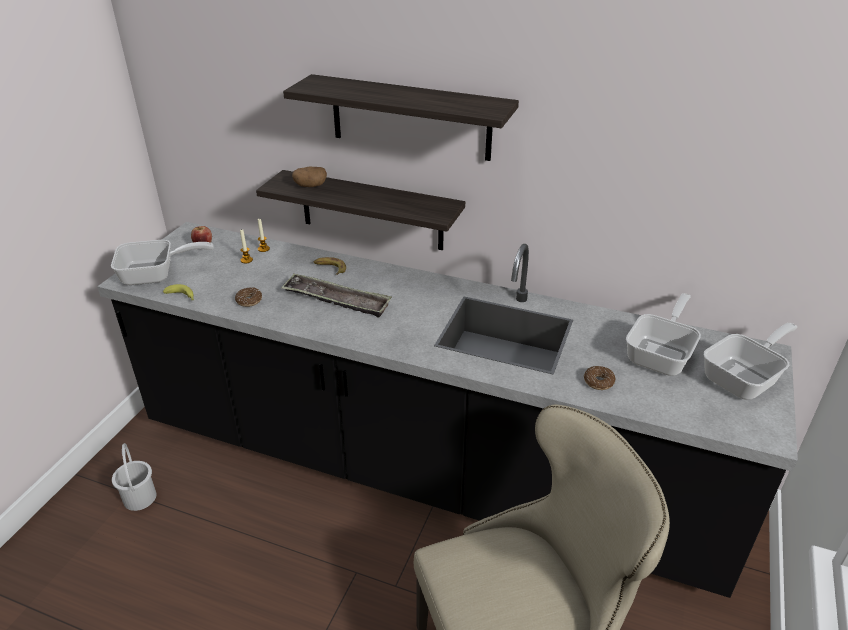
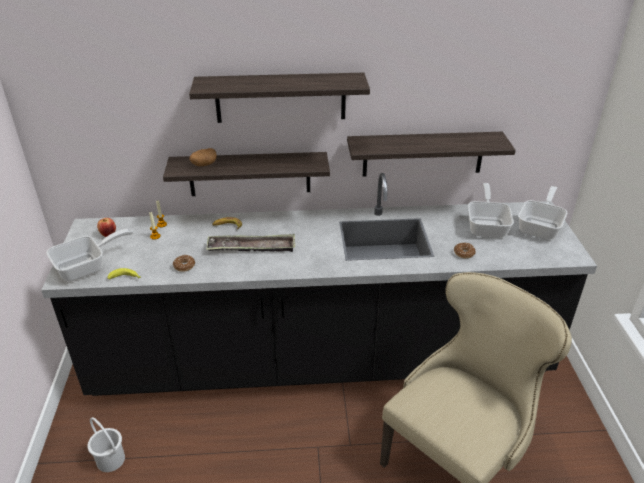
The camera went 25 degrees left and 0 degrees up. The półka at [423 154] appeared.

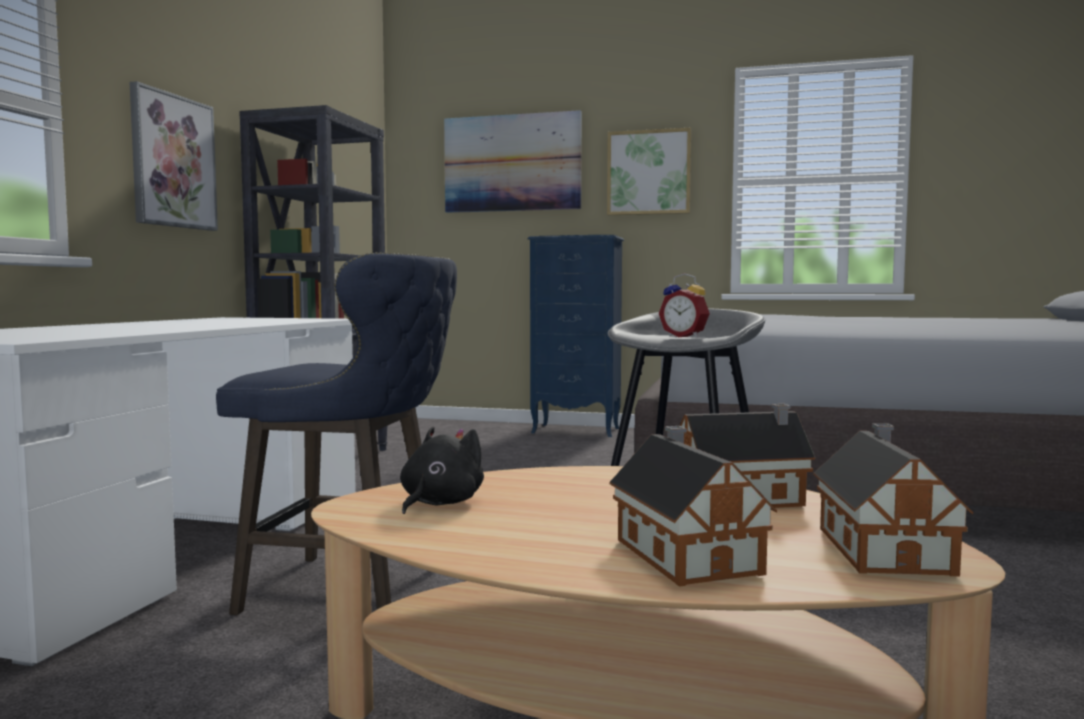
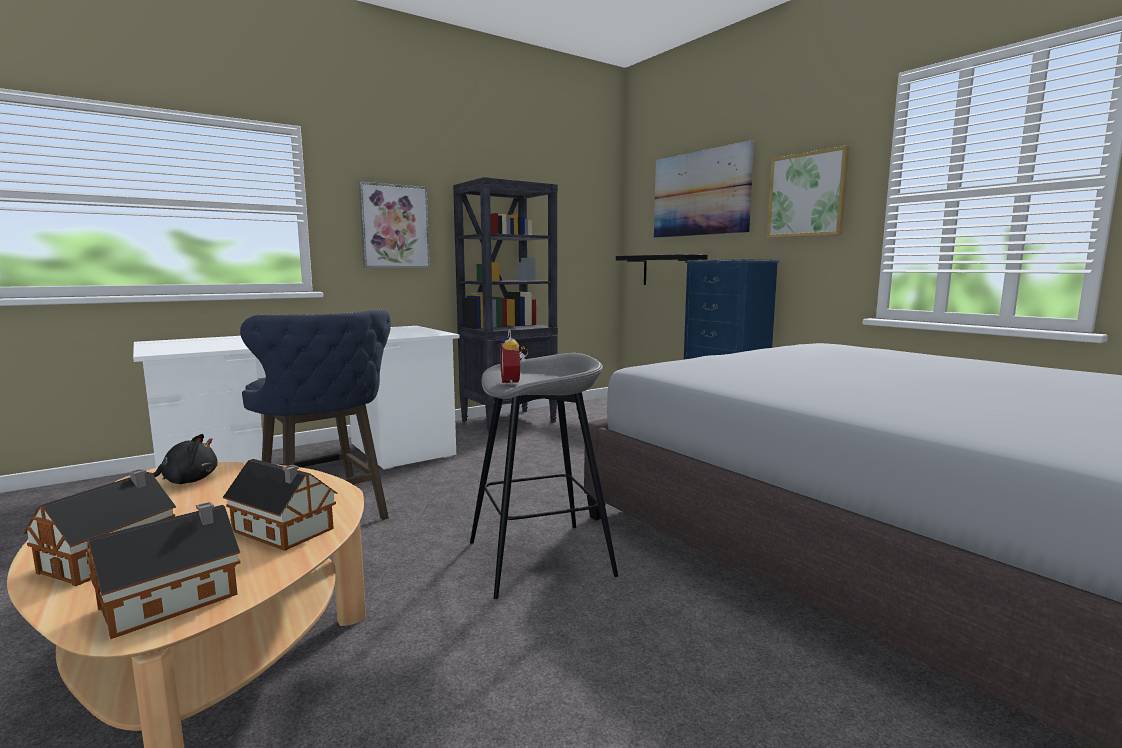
The camera went 40 degrees right and 5 degrees up. The półka/czarny at [670 270] appeared.

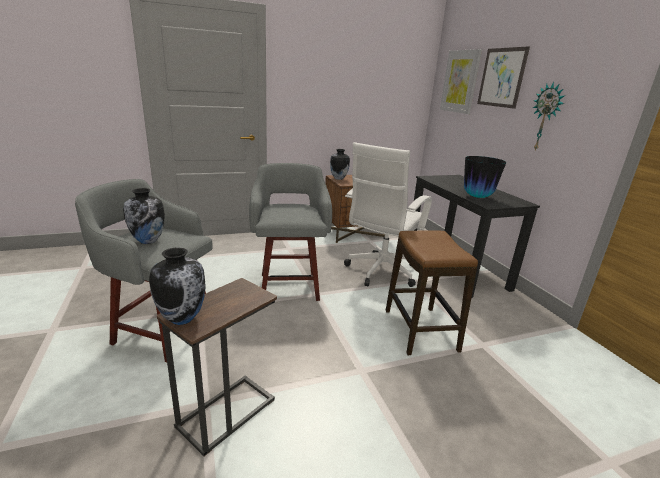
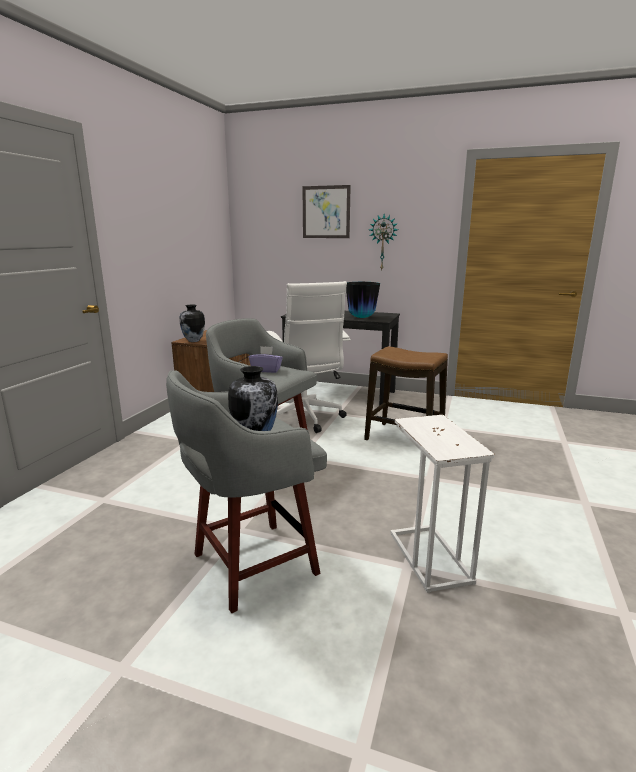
The camera went 50 degrees left and 5 degrees down. The pudełko chusteczek/fioletowy at [266 370] appeared. The stolik/brązowy at [226 414] became the stolik/biały at [430 557]. The wazon at [183 318] disappeared. The obraz at [460 81] disappeared.

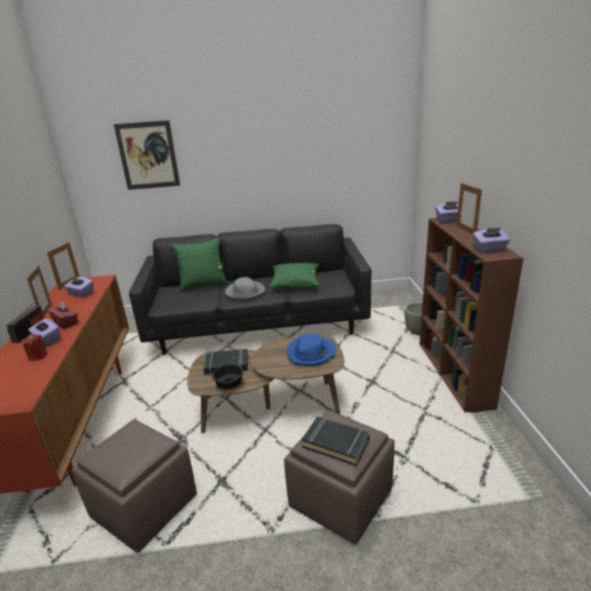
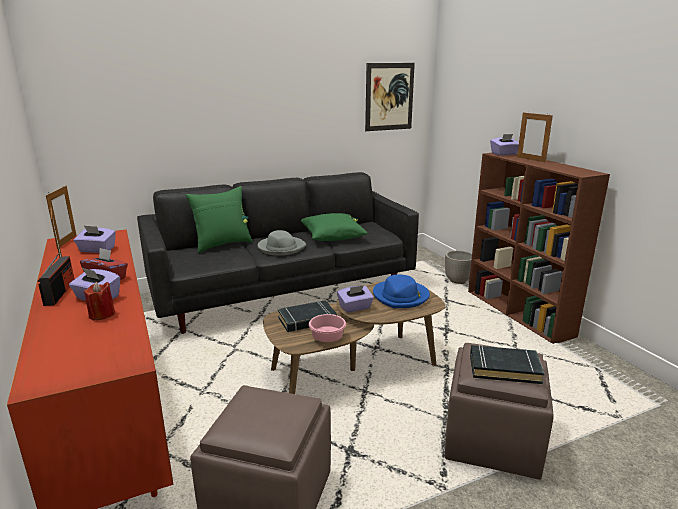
The camera went 20 degrees left and 5 degrees down. The miska/czarny at [230 384] became the miska/różowy at [328 338]. The pudełko chusteczek/fioletowy moved from [489 249] to [355 307]. The obraz moved from [148 155] to [389 97].

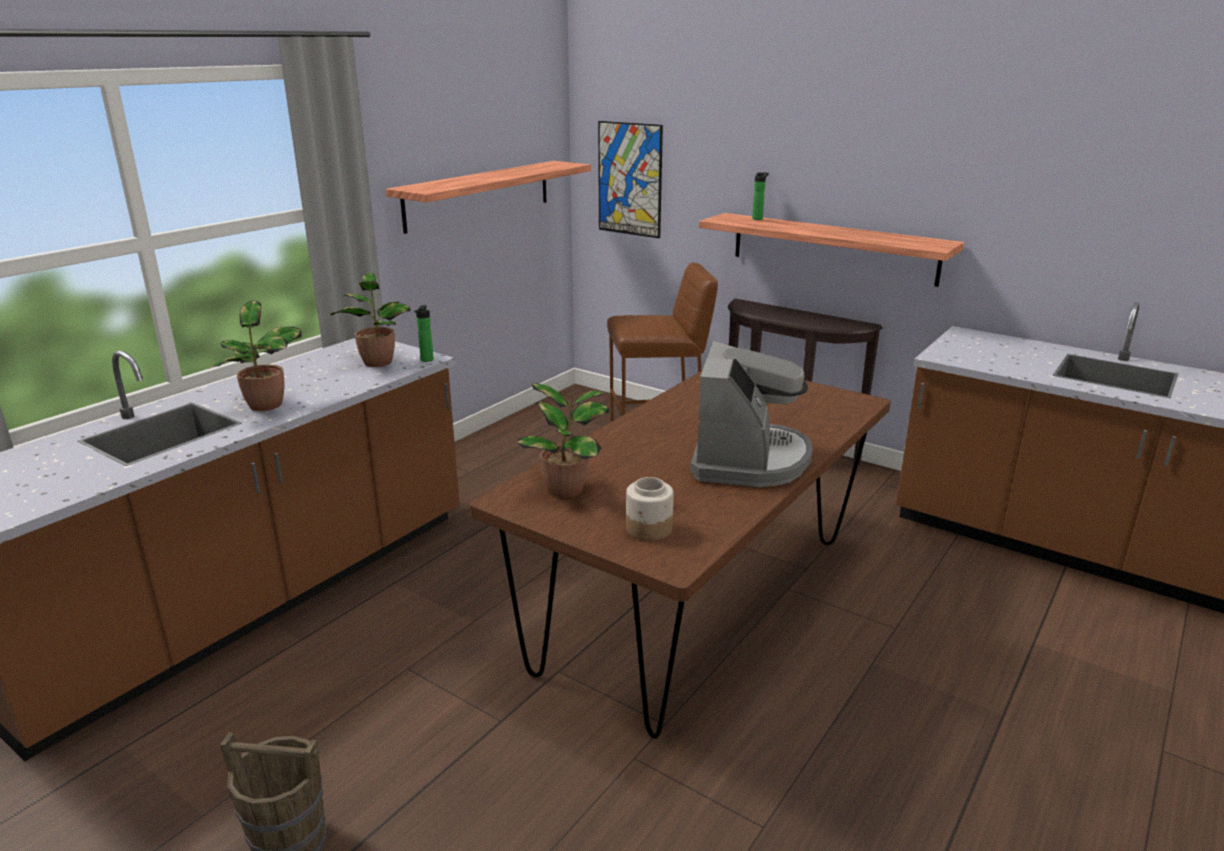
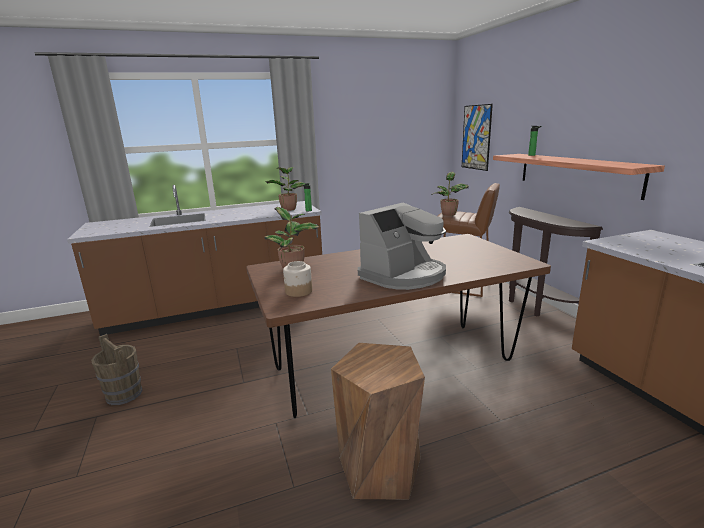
The camera went 35 degrees right and 5 degrees down. The stołek/brązowy at [380 468] appeared. The roślina doniczkowa moved from [266 406] to [449 214]. The półka at [479 195] disappeared.

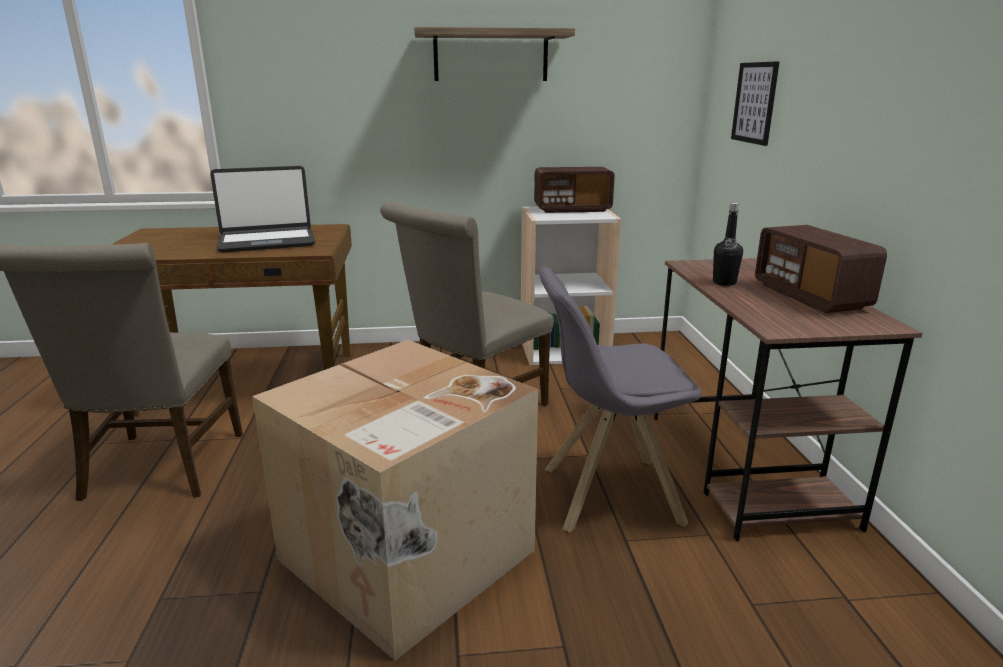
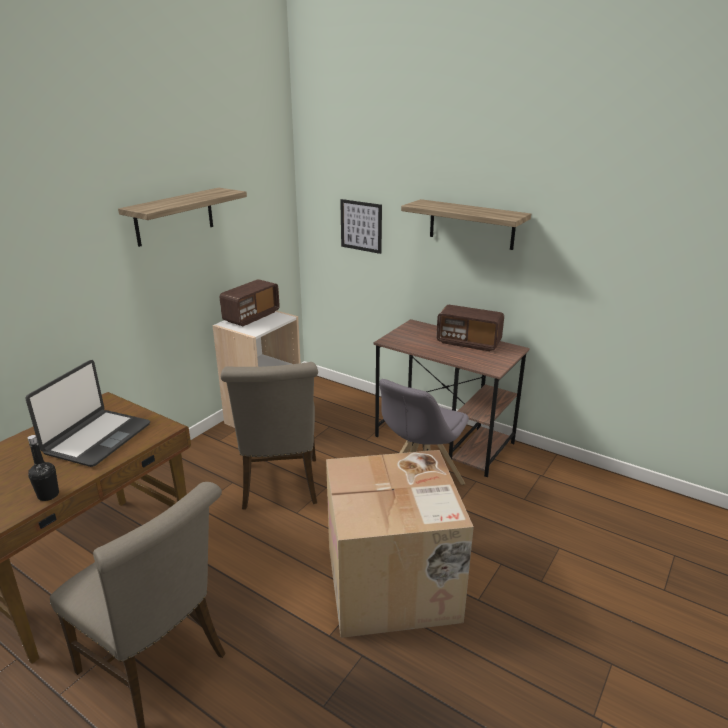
The camera went 50 degrees left and 5 degrees up. The butelka/czarny moved from [724 283] to [48 495]. The półka at [471 224] appeared.

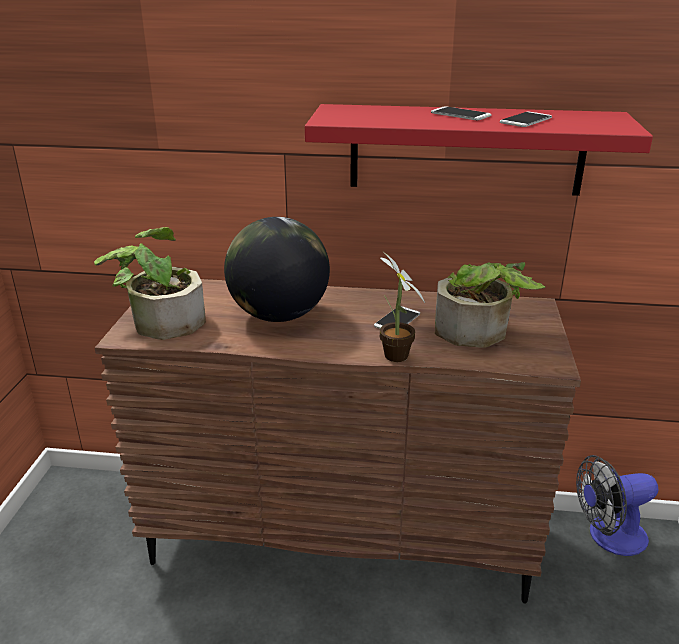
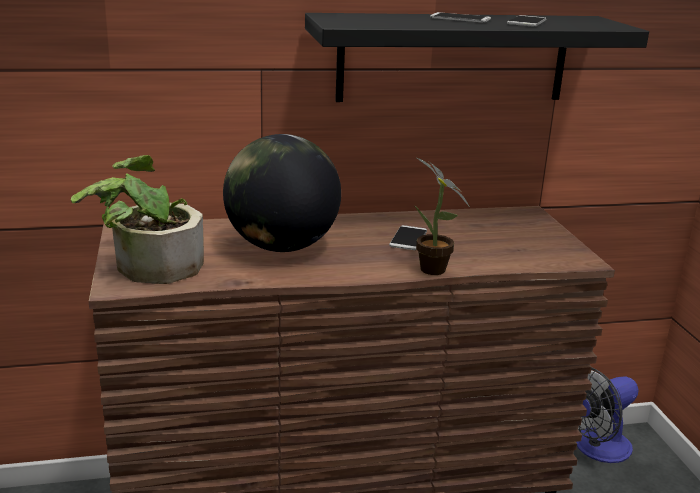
The camera went 20 degrees left and 5 degrees down. The półka/czerwony at [466 150] became the półka/czarny at [453 58]. The roślina doniczkowa at [478 333] disappeared.

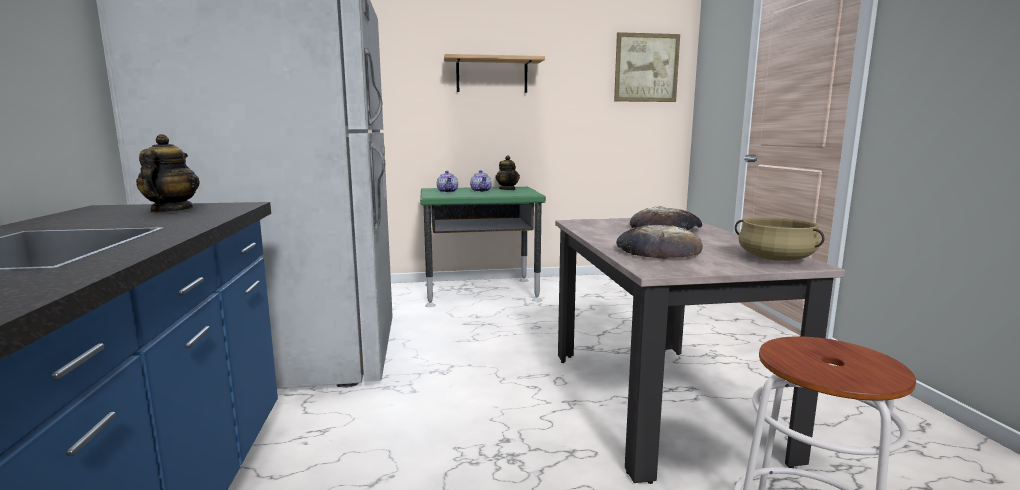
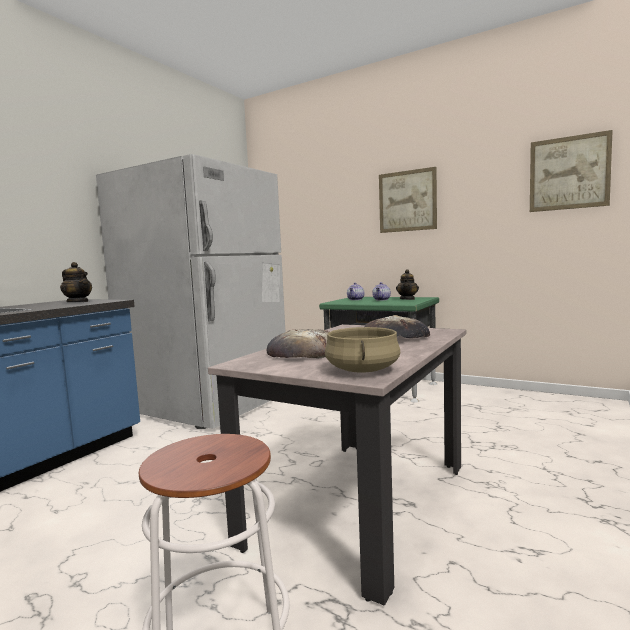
The camera went 40 degrees right and 5 degrees down. The imbryk at [171 210] turned 90 degrees clockwise. The półka at [492 75] was replaced by the obraz at [407 201].

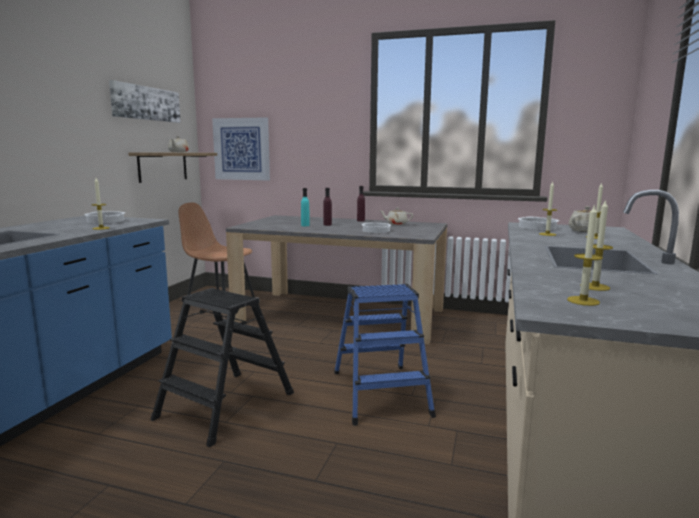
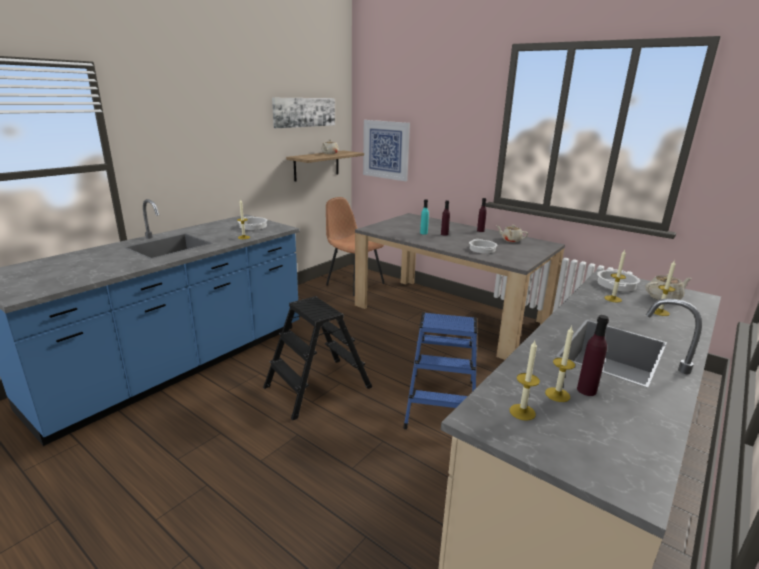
The camera went 20 degrees right and 10 degrees up. The butelka/fioletowy at [586 390] appeared.

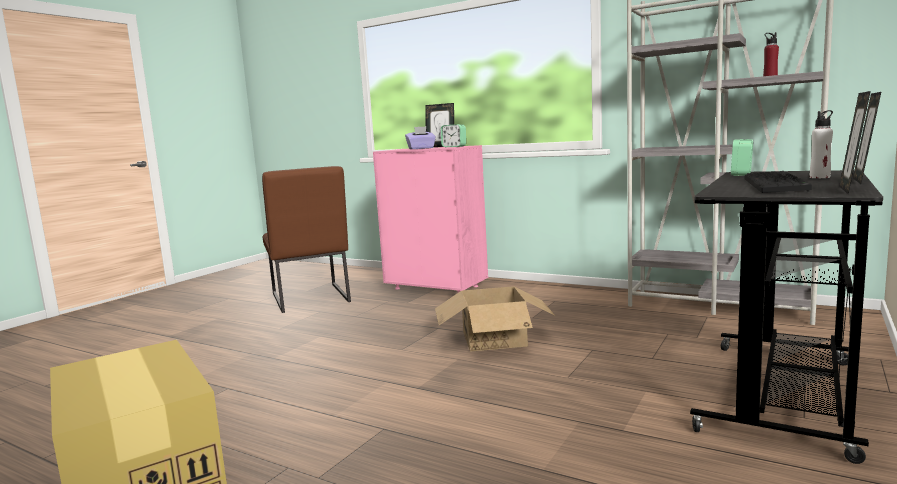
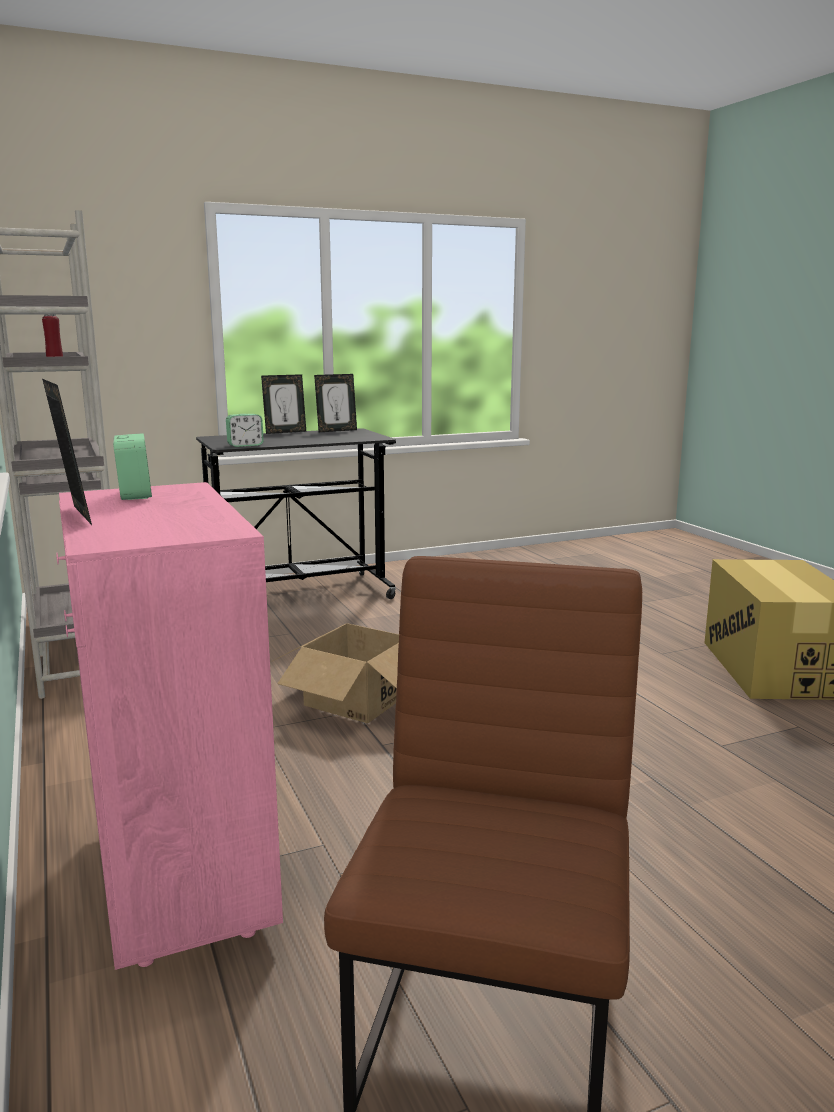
The camera went 145 degrees left and 5 degrees up. The pudełko chusteczek/fioletowy at [421 148] disappeared. The klawiatura at [777 185] disappeared. The butelka/biały at [819 177] disappeared.

